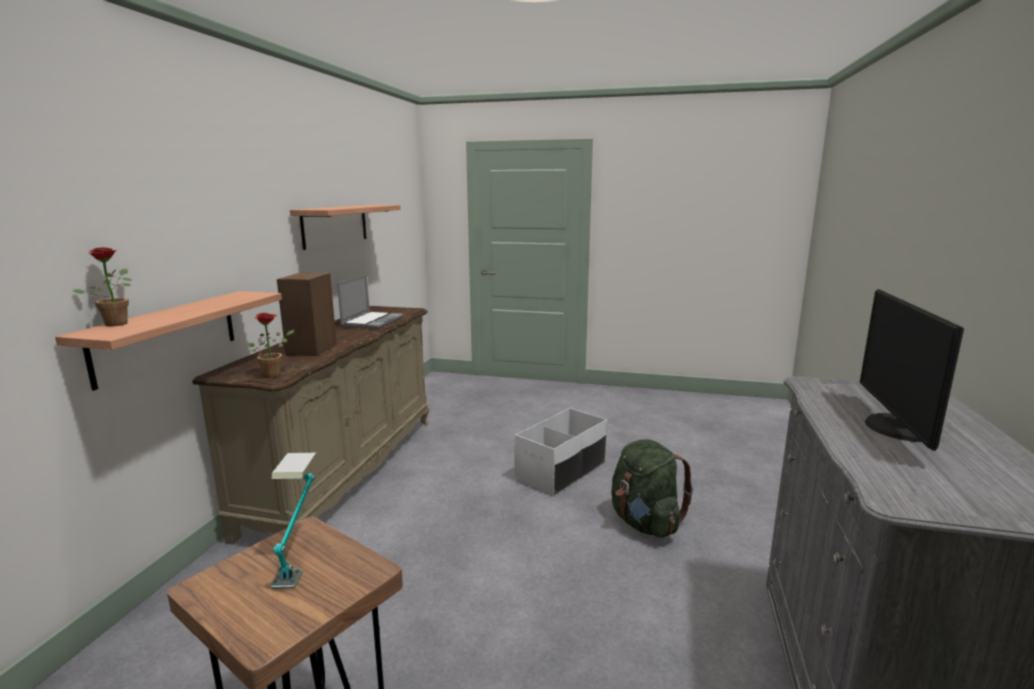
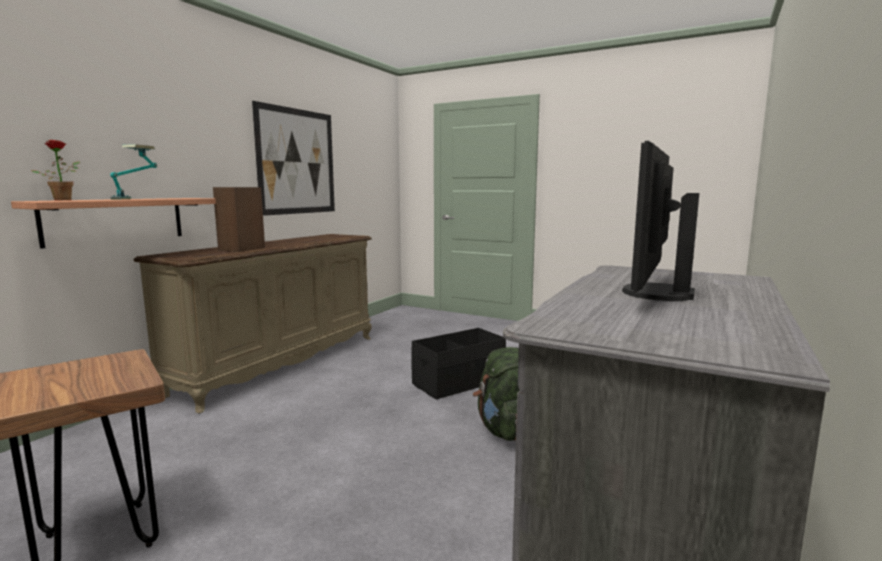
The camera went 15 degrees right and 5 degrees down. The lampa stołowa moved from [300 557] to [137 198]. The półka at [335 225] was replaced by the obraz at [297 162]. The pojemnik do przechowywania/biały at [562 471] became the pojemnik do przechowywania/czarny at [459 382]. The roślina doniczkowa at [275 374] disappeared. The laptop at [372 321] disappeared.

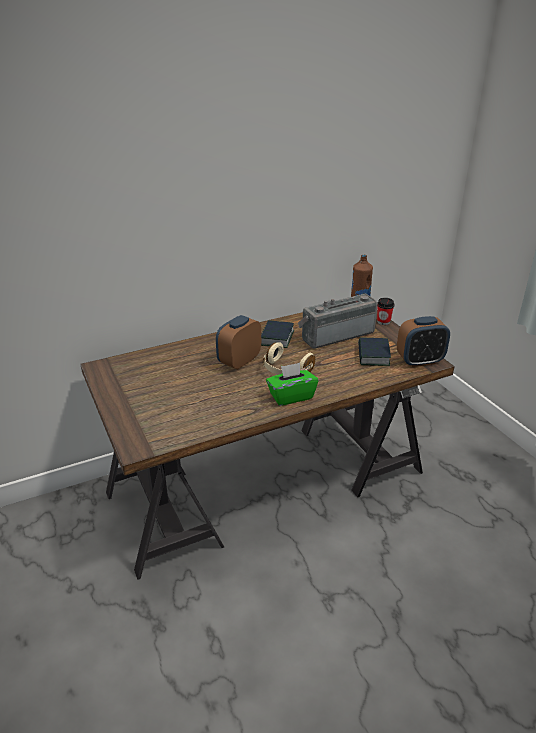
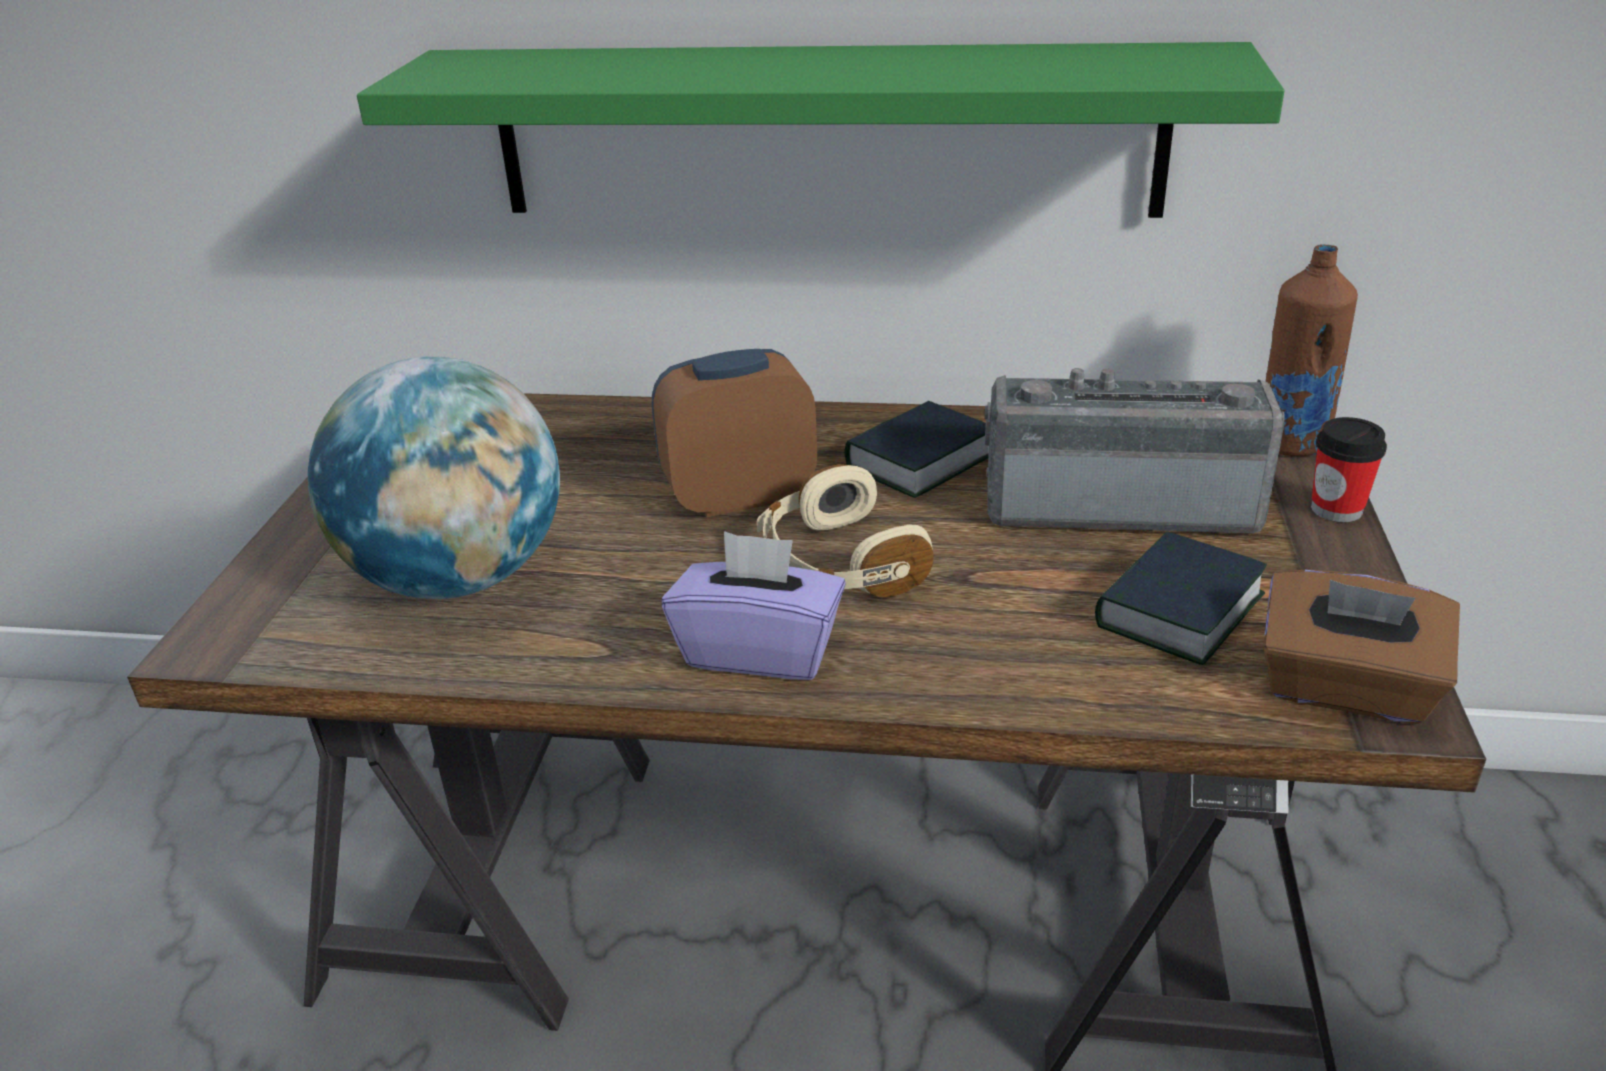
The camera went 35 degrees right and 0 degrees up. The globus at [459 578] appeared. The półka/zielony at [824 132] appeared. The pudełko chusteczek/zielony at [291 396] became the pudełko chusteczek/fioletowy at [760 650]. The budzik at [420 361] was replaced by the pudełko chusteczek/brązowy at [1345 689].

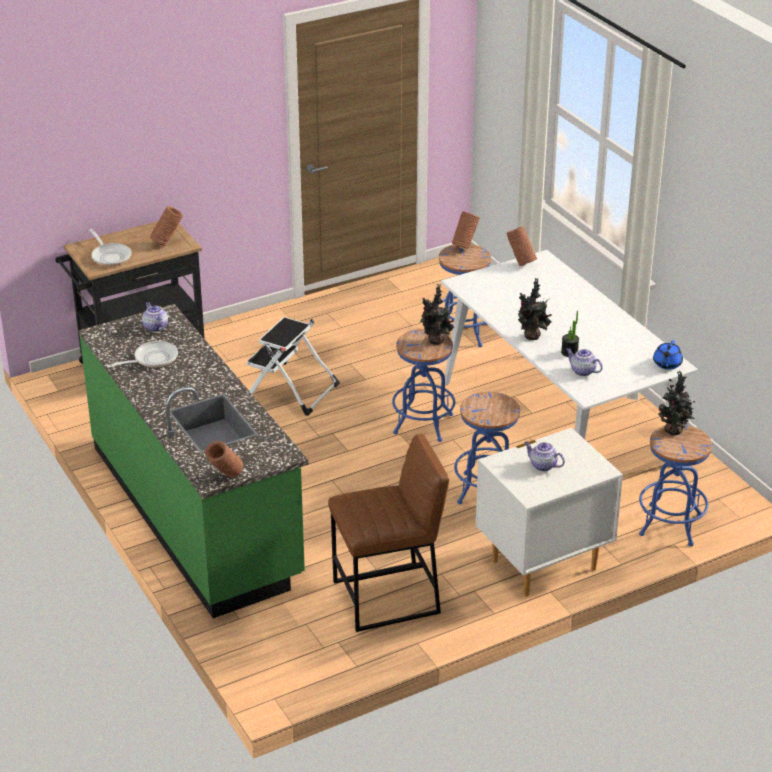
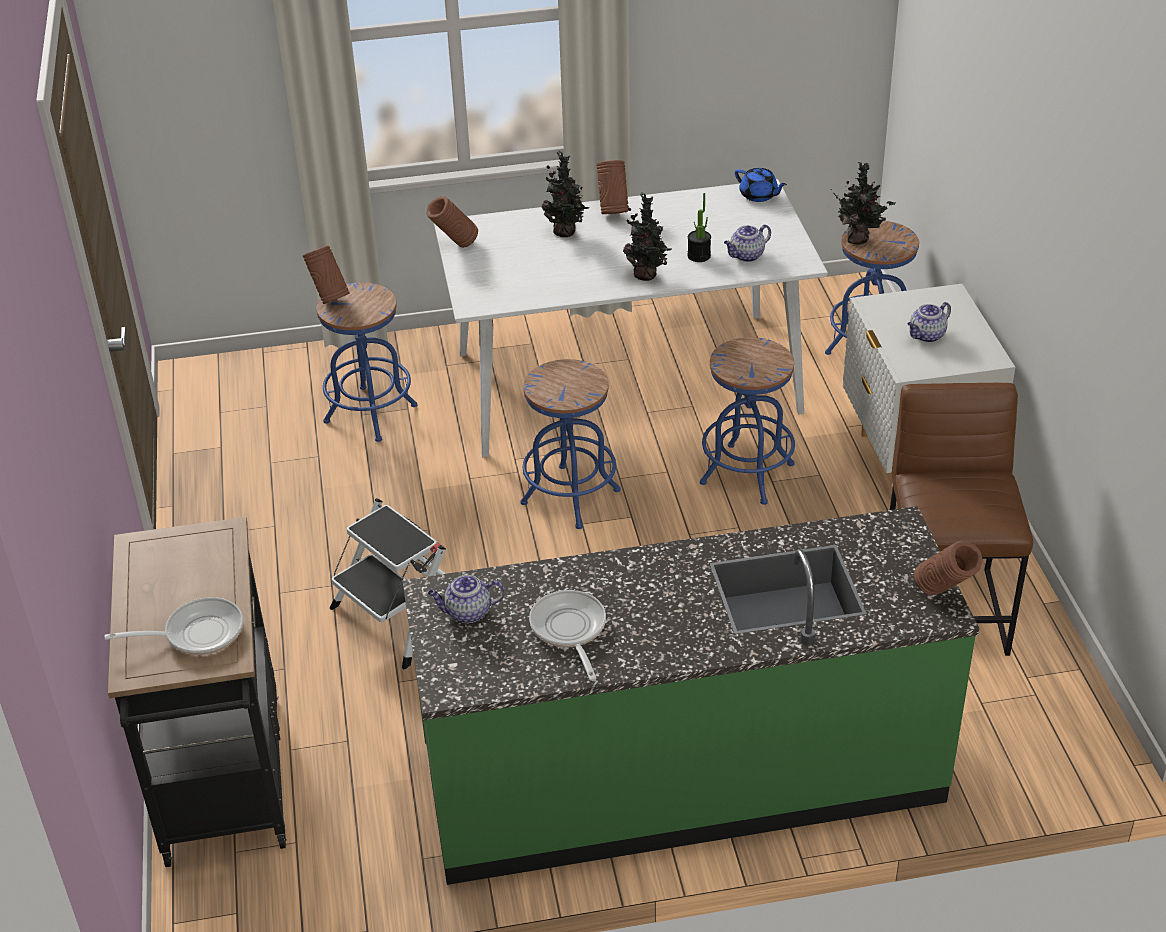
The camera went 70 degrees left and 5 degrees up. The roślina doniczkowa moved from [435 342] to [566 233]. The wazon/brązowy moved from [167 243] to [613 211].

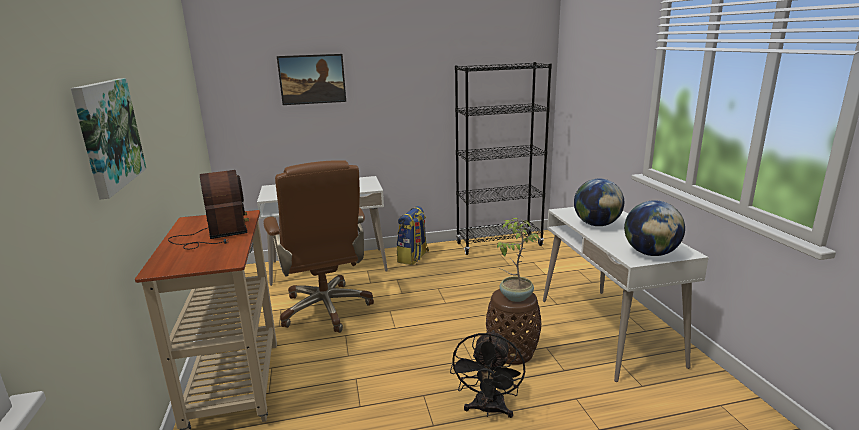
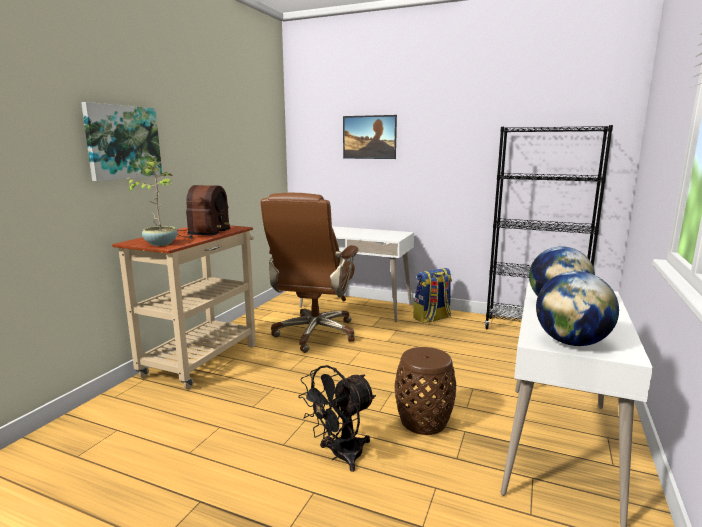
The camera went 35 degrees right and 5 degrees down. The roślina doniczkowa moved from [515 297] to [161 243].

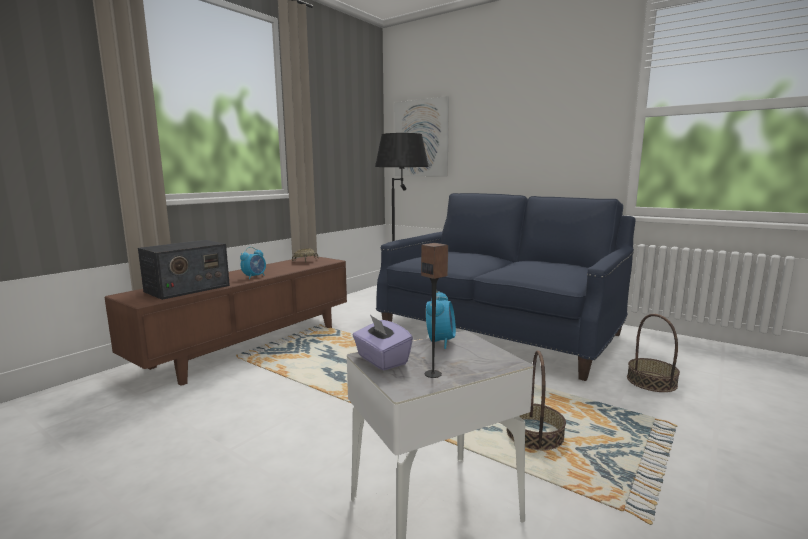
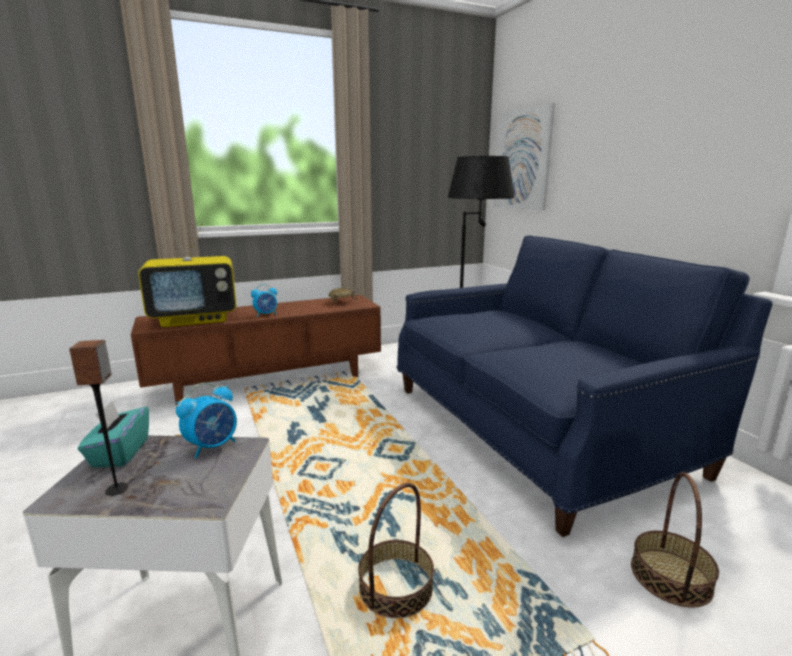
The camera went 30 degrees right and 5 degrees up. The pudełko chusteczek/fioletowy at [381 360] became the pudełko chusteczek/turkusowy at [120 453]. The radio at [187 289] was replaced by the telewizor at [196 319].

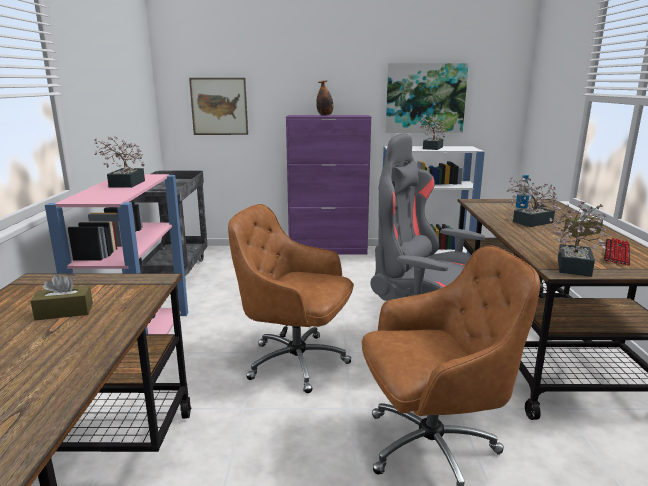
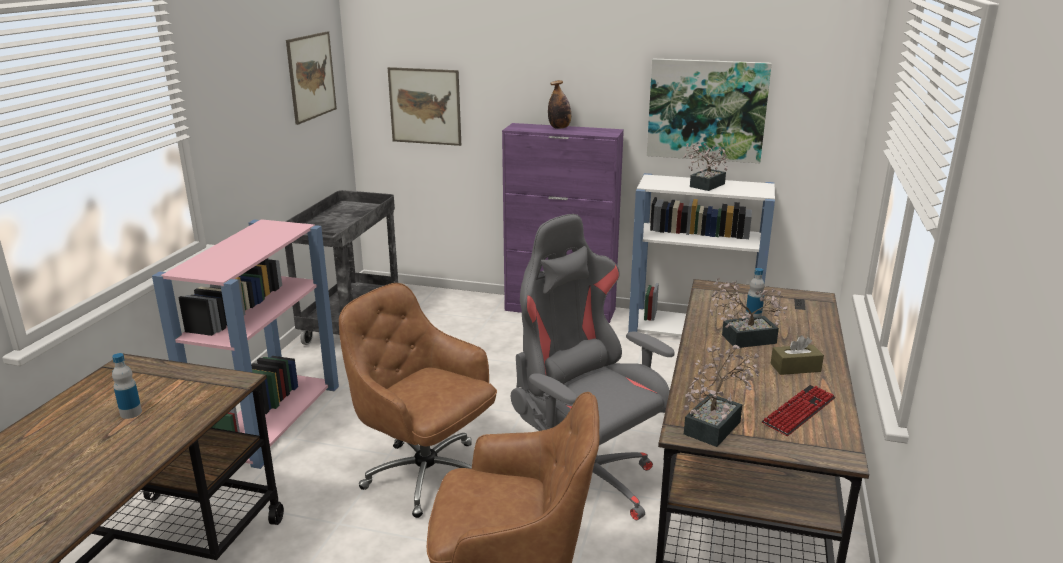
The camera went 15 degrees right and 5 degrees up. The pudełko chusteczek/brązowy at [64 312] was replaced by the butelka at [131 413]. The obraz at [311 76] appeared. The roślina doniczkowa at [124 184] disappeared.

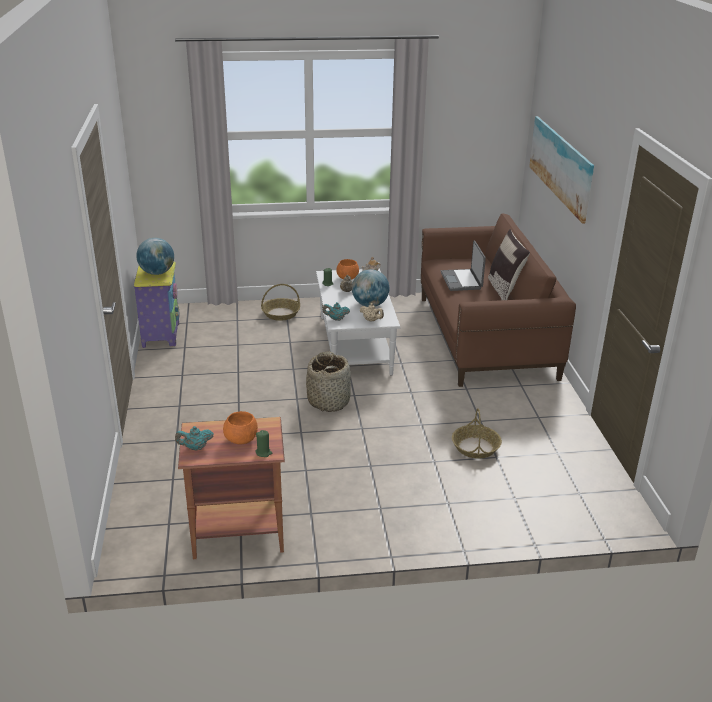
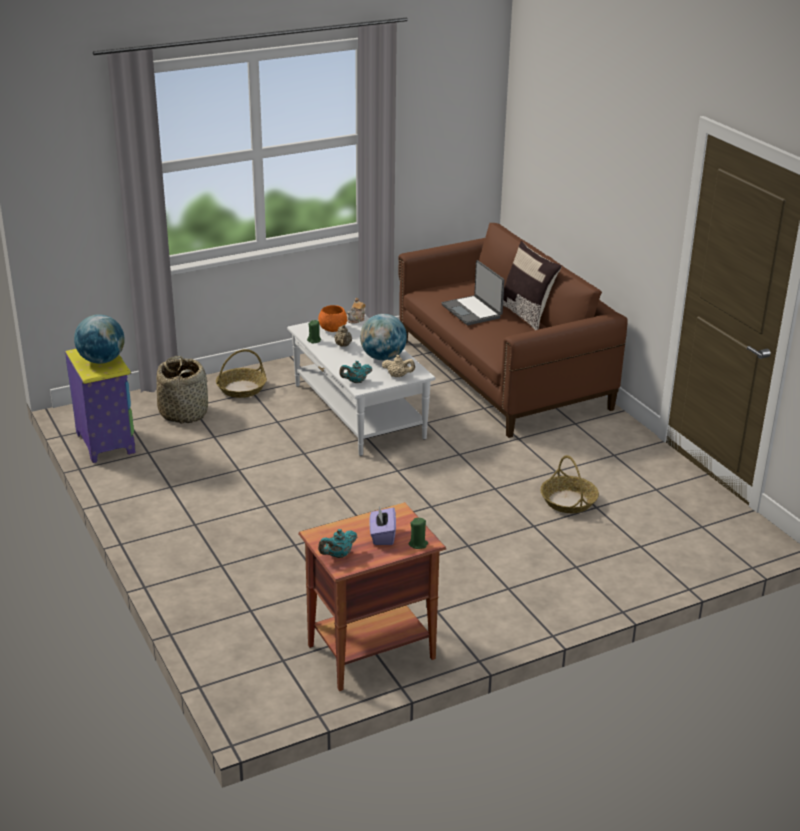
The camera went 20 degrees left and 0 degrees up. The koszyk moved from [329 401] to [184 413]. The miska/pomarańczowy at [241 440] was replaced by the pudełko chusteczek/fioletowy at [382 536]. The obraz at [562 166] disappeared.

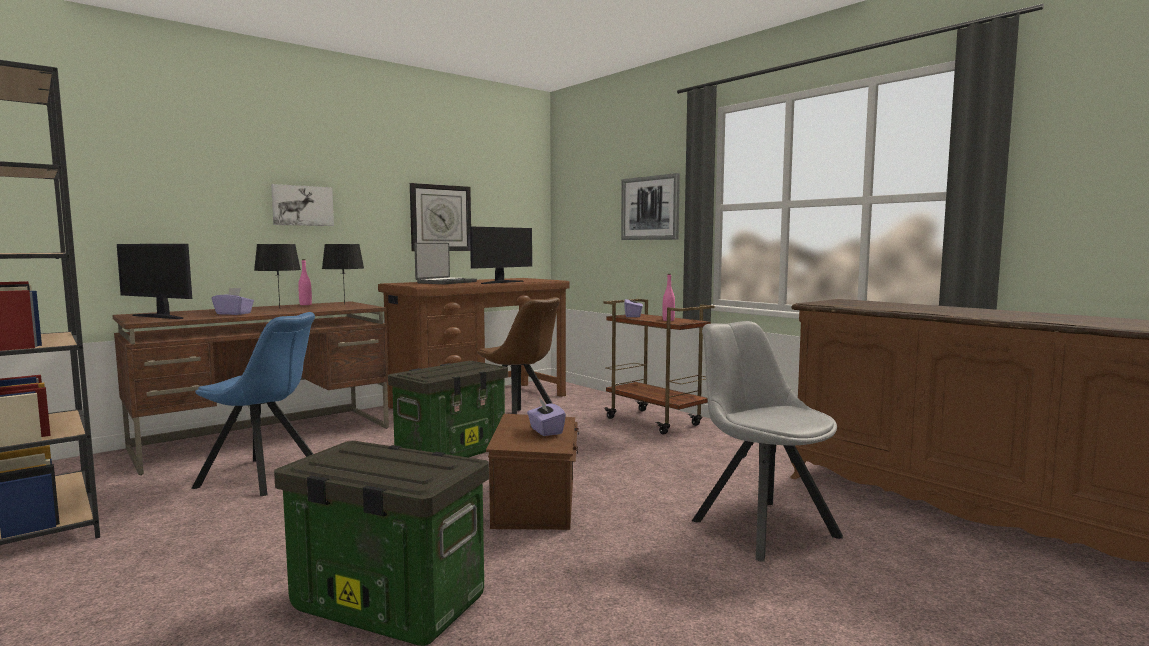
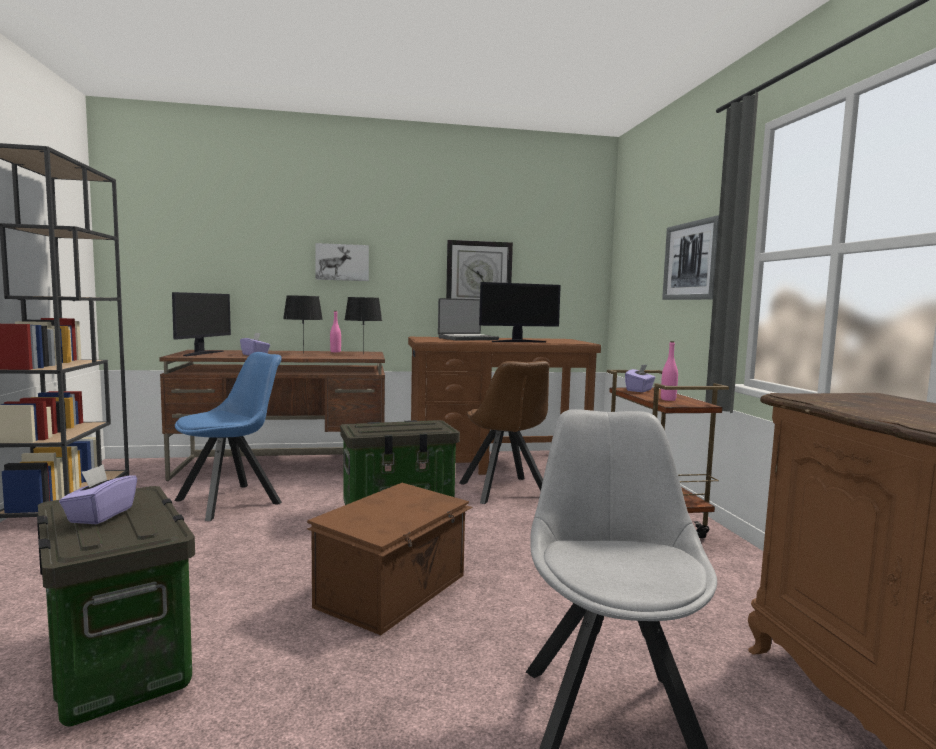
The camera went 30 degrees right and 0 degrees up. The pudełko chusteczek/fioletowy moved from [545 431] to [100 515]. The monitor at [159 317] turned 135 degrees counterclockwise. The krzesło/niebieski at [262 477] turned 90 degrees counterclockwise.

